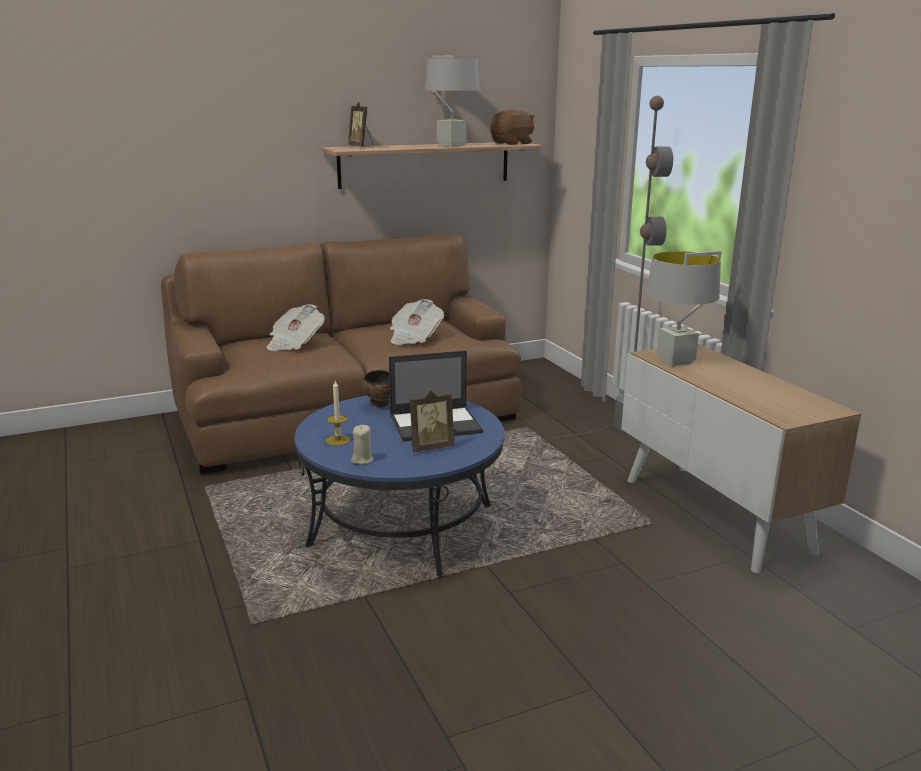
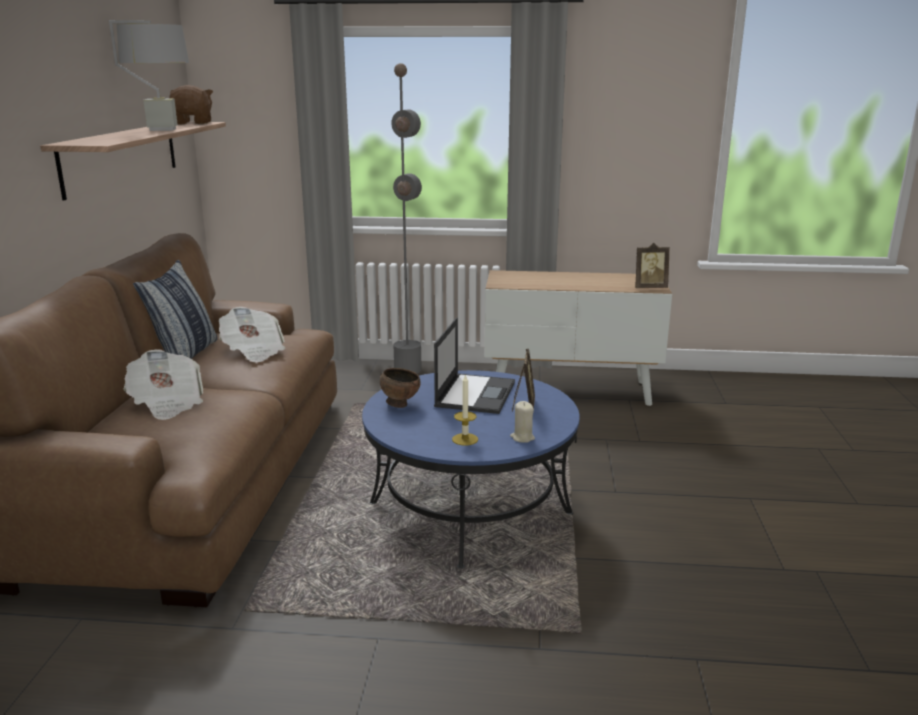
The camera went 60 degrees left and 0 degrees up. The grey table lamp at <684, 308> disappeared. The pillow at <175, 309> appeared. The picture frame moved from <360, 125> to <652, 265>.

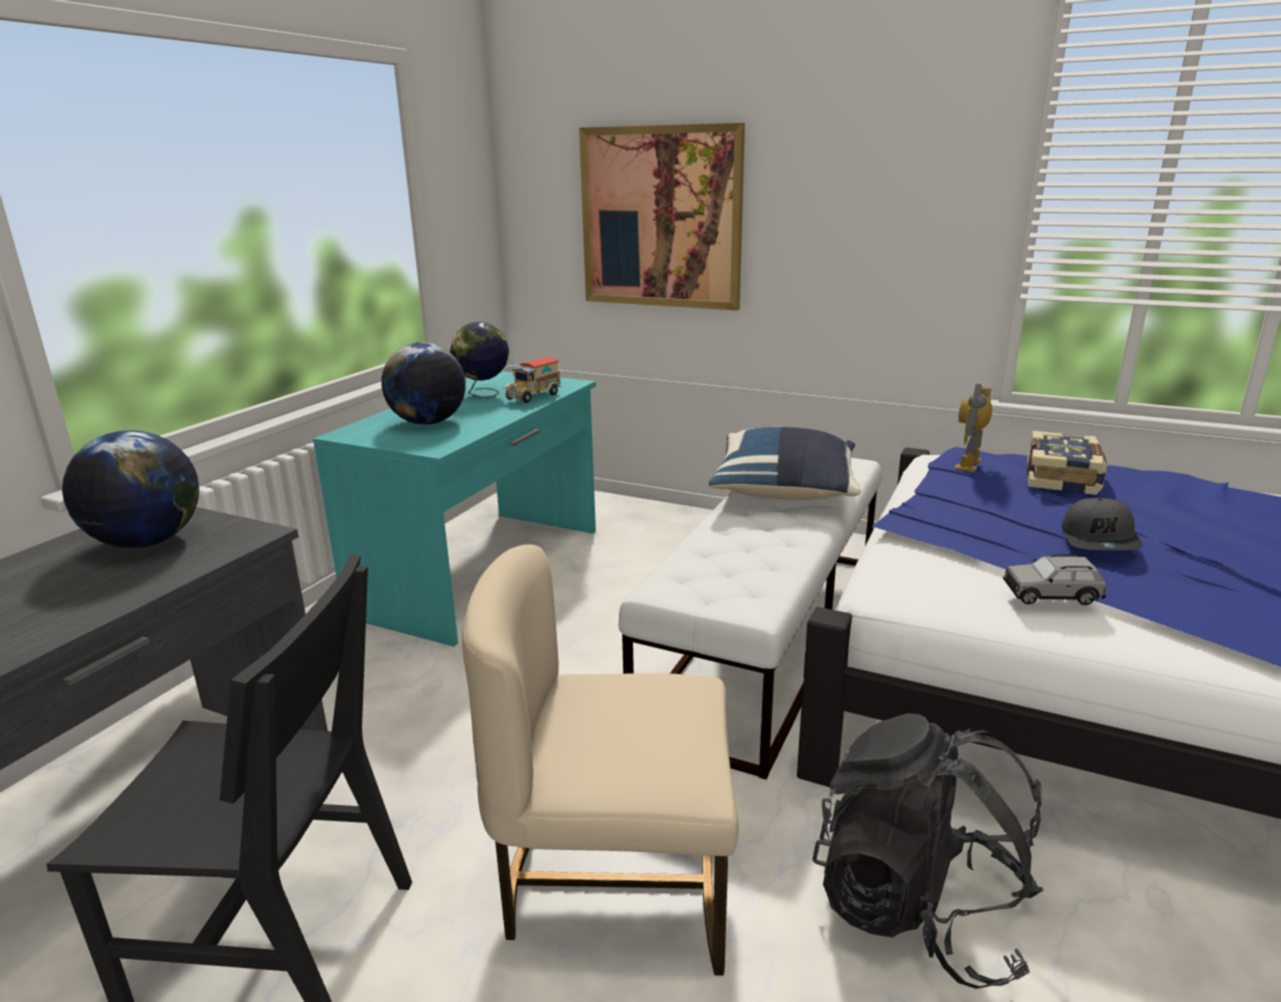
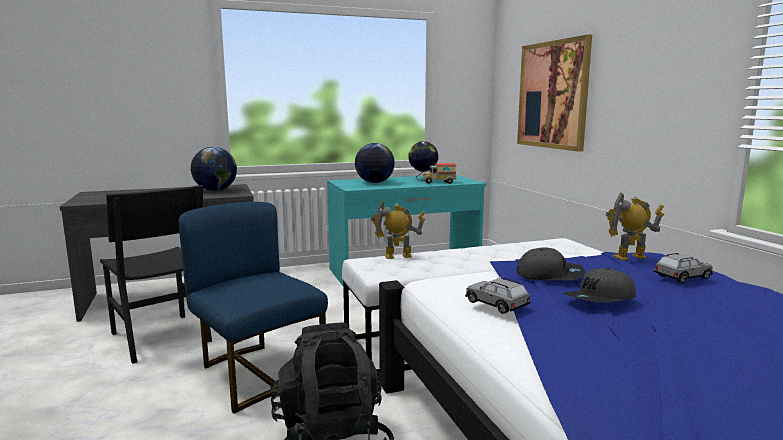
The camera went 45 degrees right and 10 degrees down. The blue pillow at <784, 463> disappeared. The toy robot at <398, 230> appeared. The grey cap at <551, 263> appeared. The book at <1067, 463> was replaced by the grey toy car at <683, 268>. The beige chair at <600, 760> became the blue chair at <253, 308>.

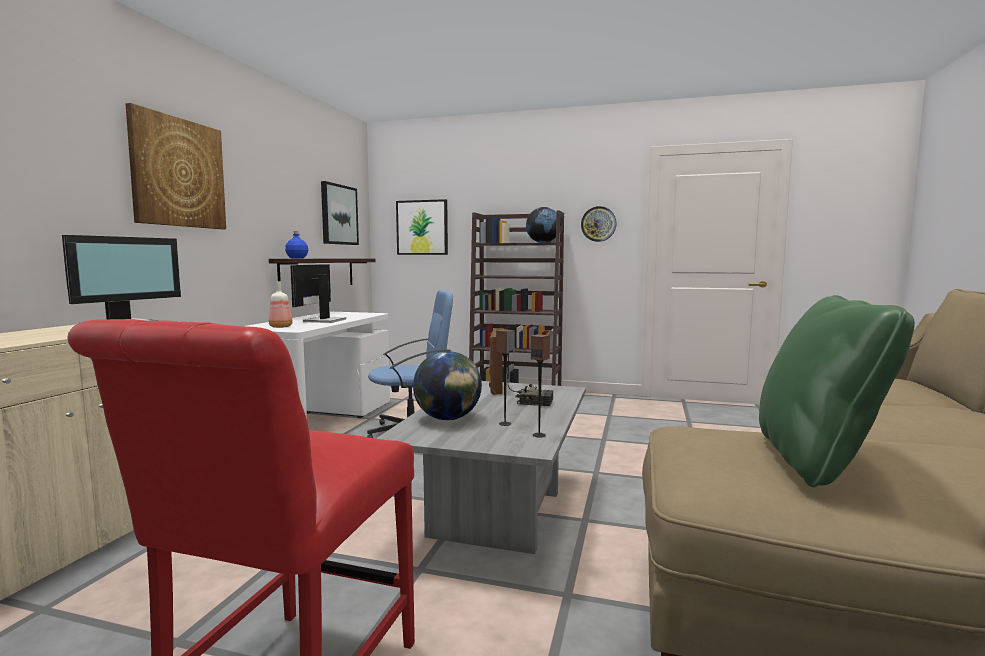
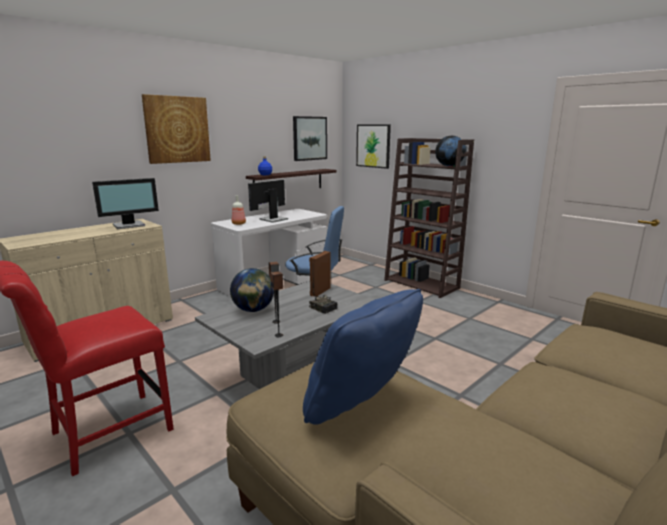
The camera went 30 degrees right and 10 degrees up. The wall clock at <599, 224> disappeared. The green pillow at <837, 391> became the blue pillow at <363, 357>.

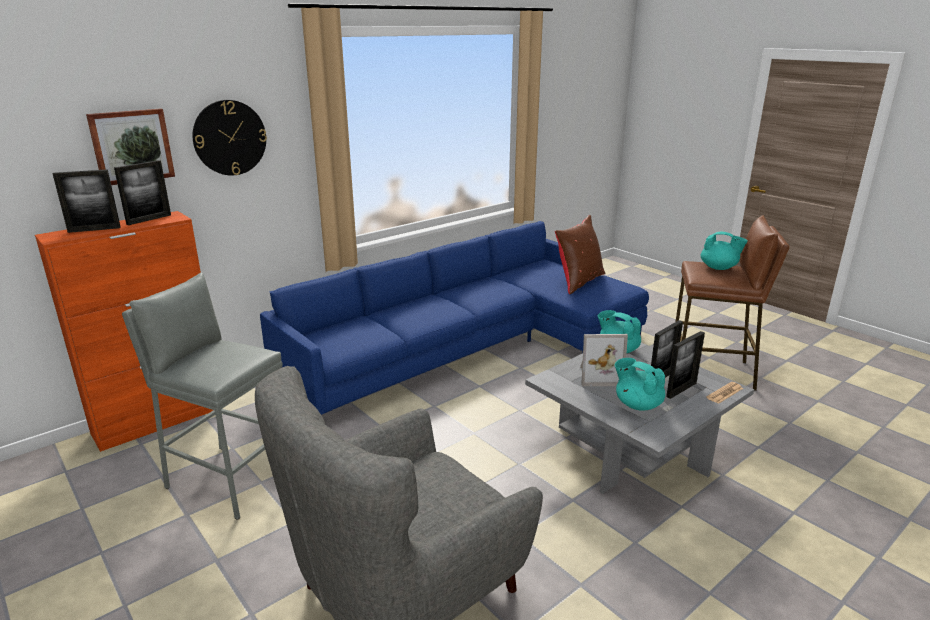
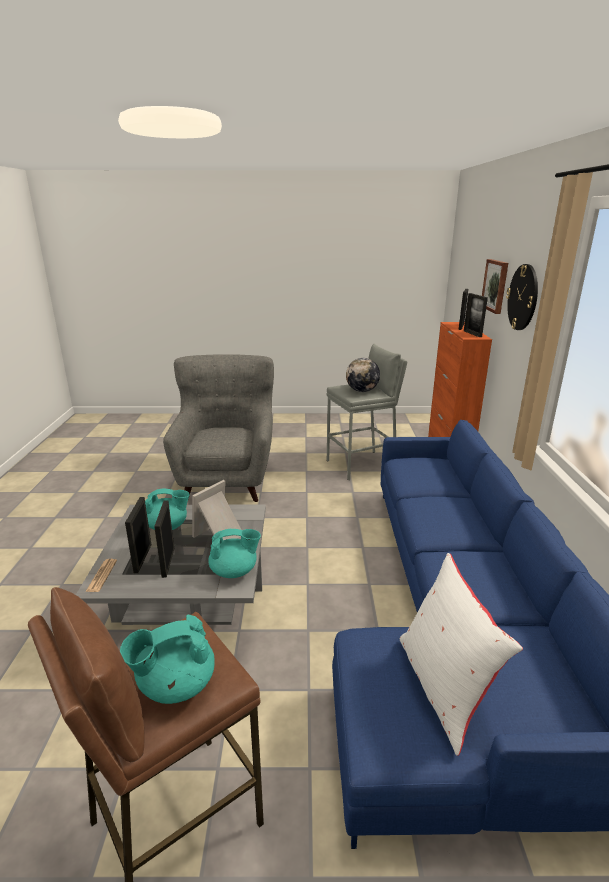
The camera went 130 degrees right and 0 degrees up. The globe at <363, 375> appeared. The brown pillow at <580, 254> became the white pillow at <461, 654>.

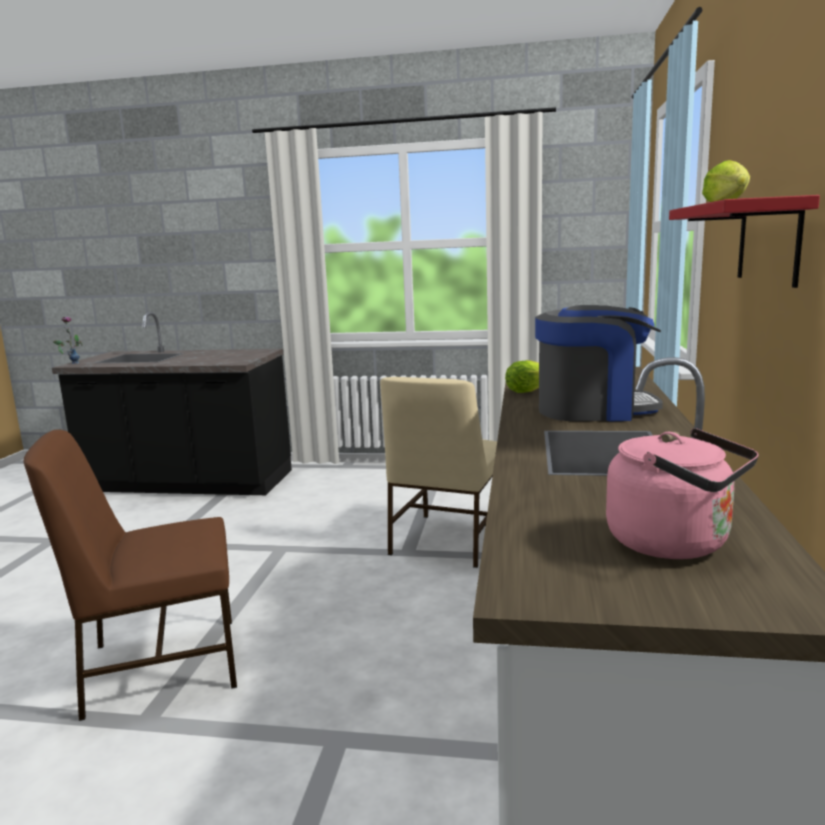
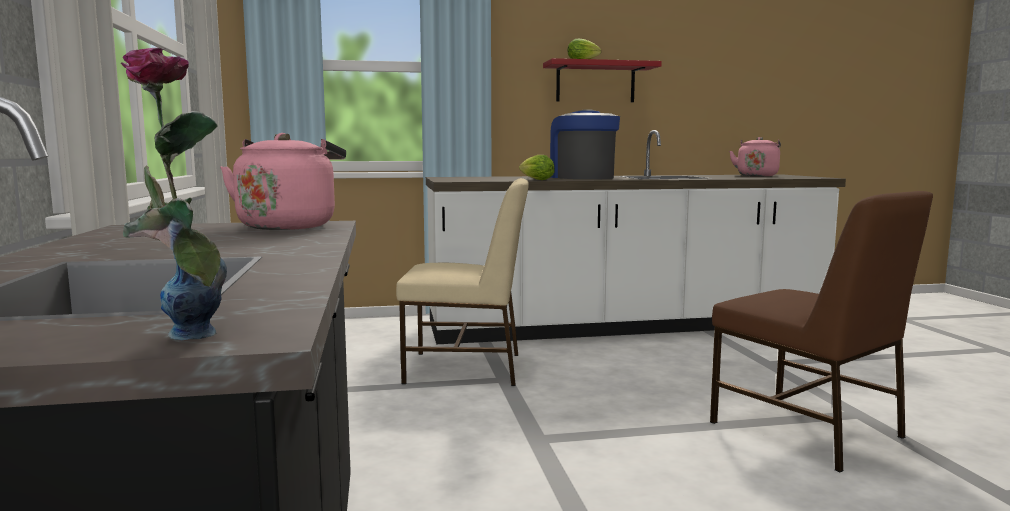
The camera went 110 degrees left and 5 degrees down. The pink kettle at <283, 181> appeared.

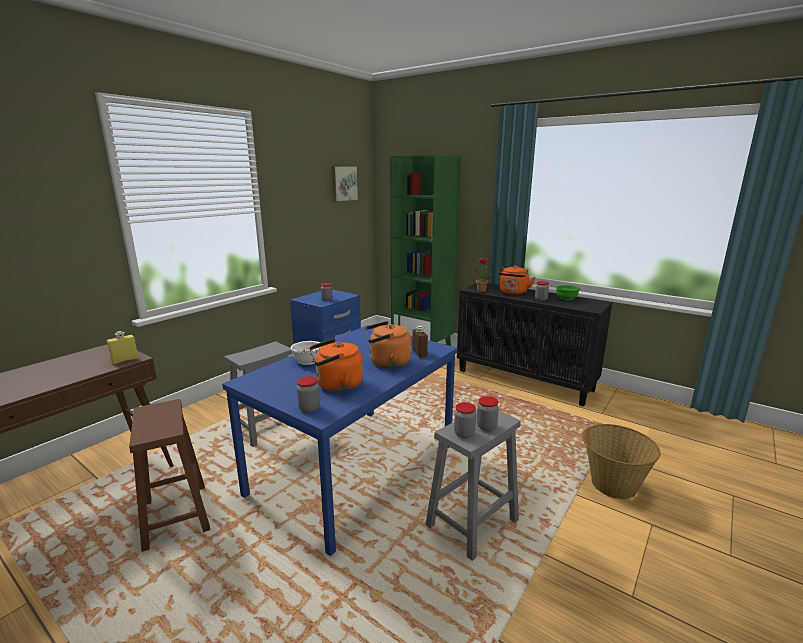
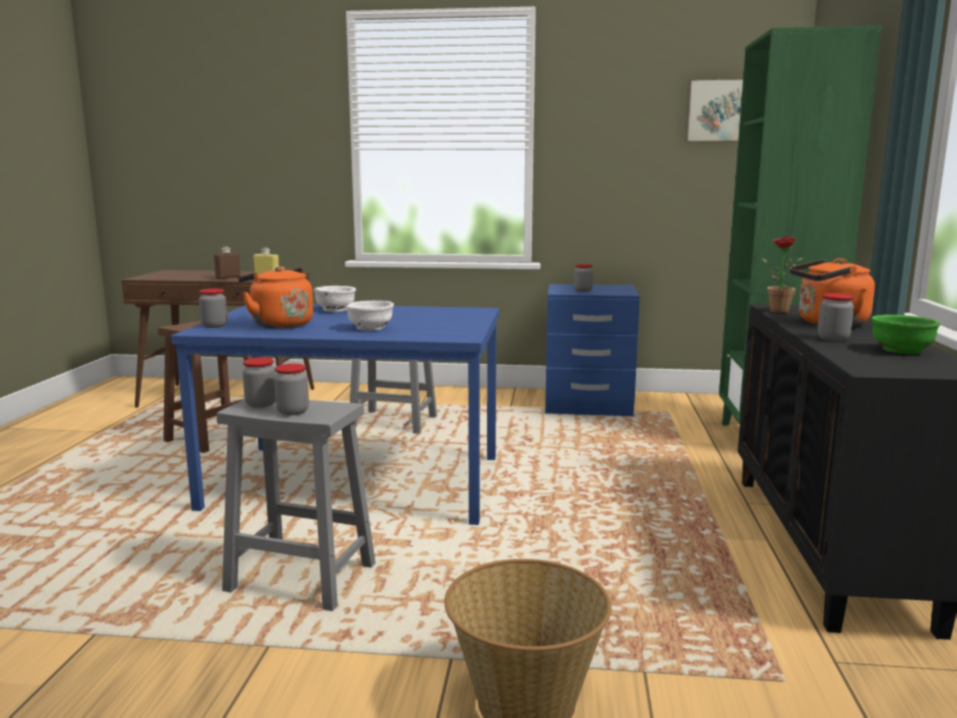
The camera went 60 degrees right and 5 degrees down. The brown bottle moved from <420, 342> to <227, 263>. The orange kettle at <388, 344> was replaced by the white bowl at <370, 315>.

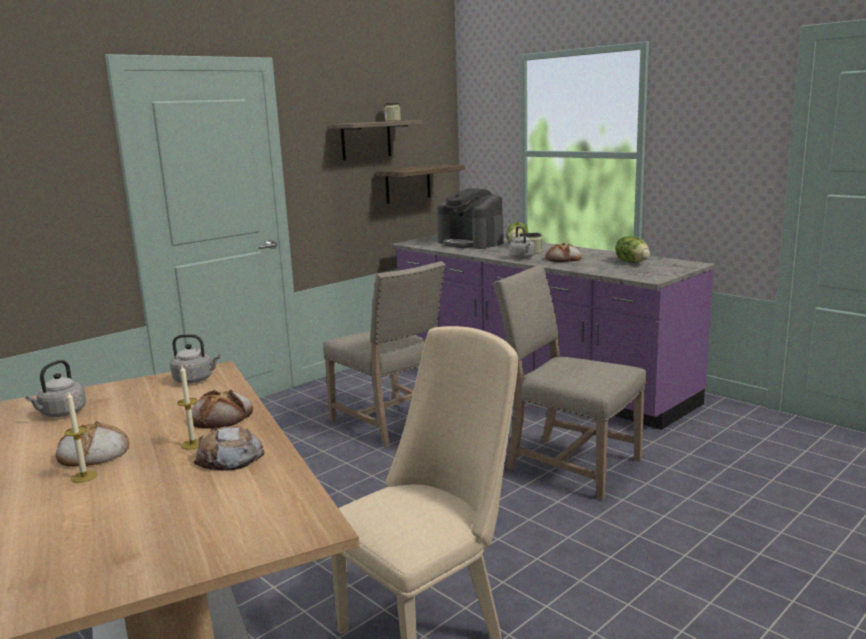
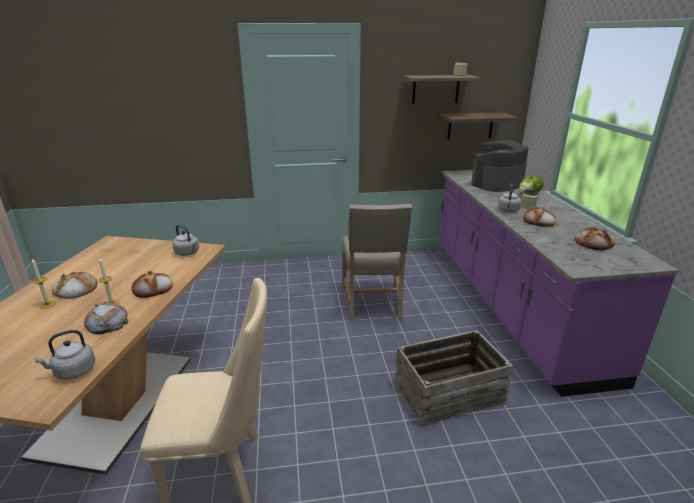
The camera went 35 degrees right and 10 degrees up. The grey kettle moved from <55, 388> to <64, 355>. The beige chair at <570, 382> was replaced by the crate at <454, 378>. The lettuce at <632, 249> was replaced by the bread at <595, 238>. The coffee machine at <470, 218> turned 60 degrees clockwise.

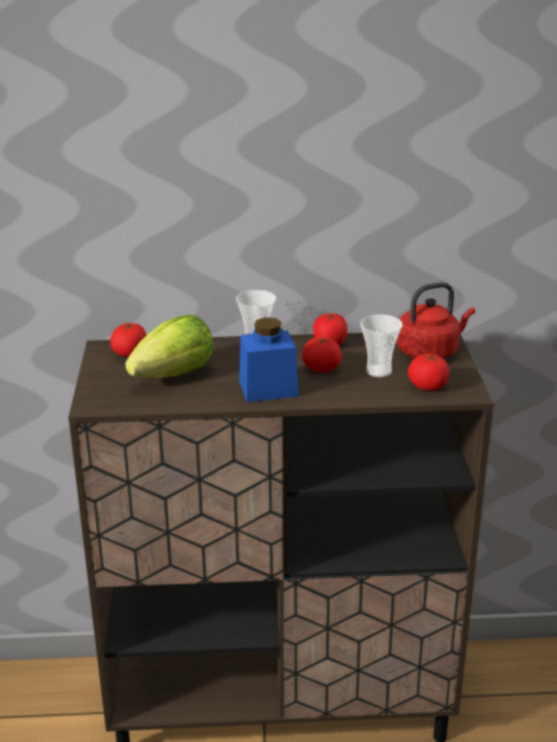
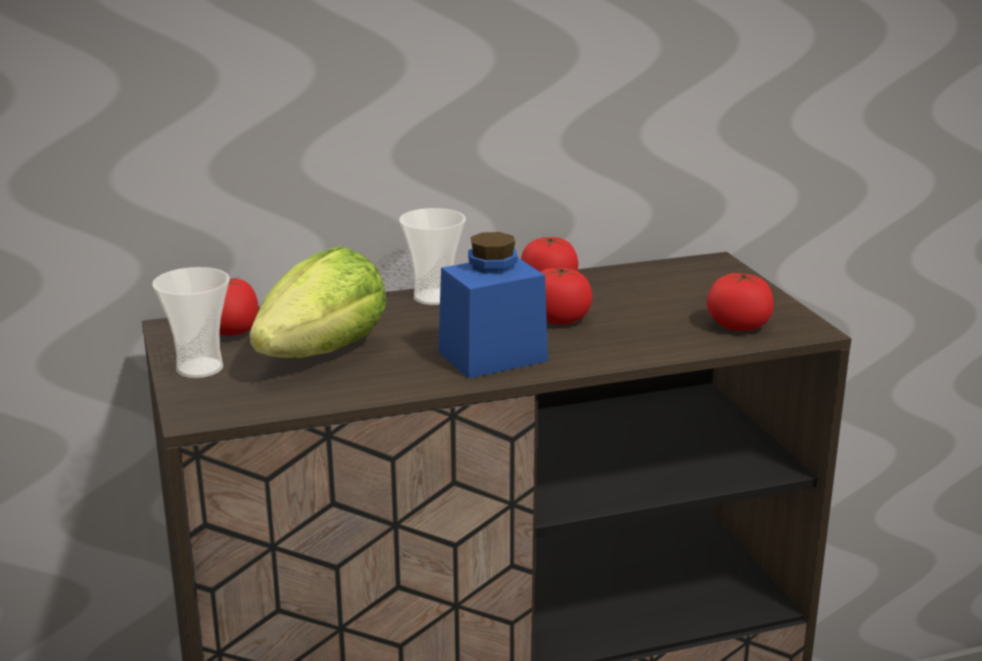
The camera went 15 degrees left and 5 degrees down. The red kettle at <436, 320> disappeared. The cup moved from <381, 345> to <191, 322>.

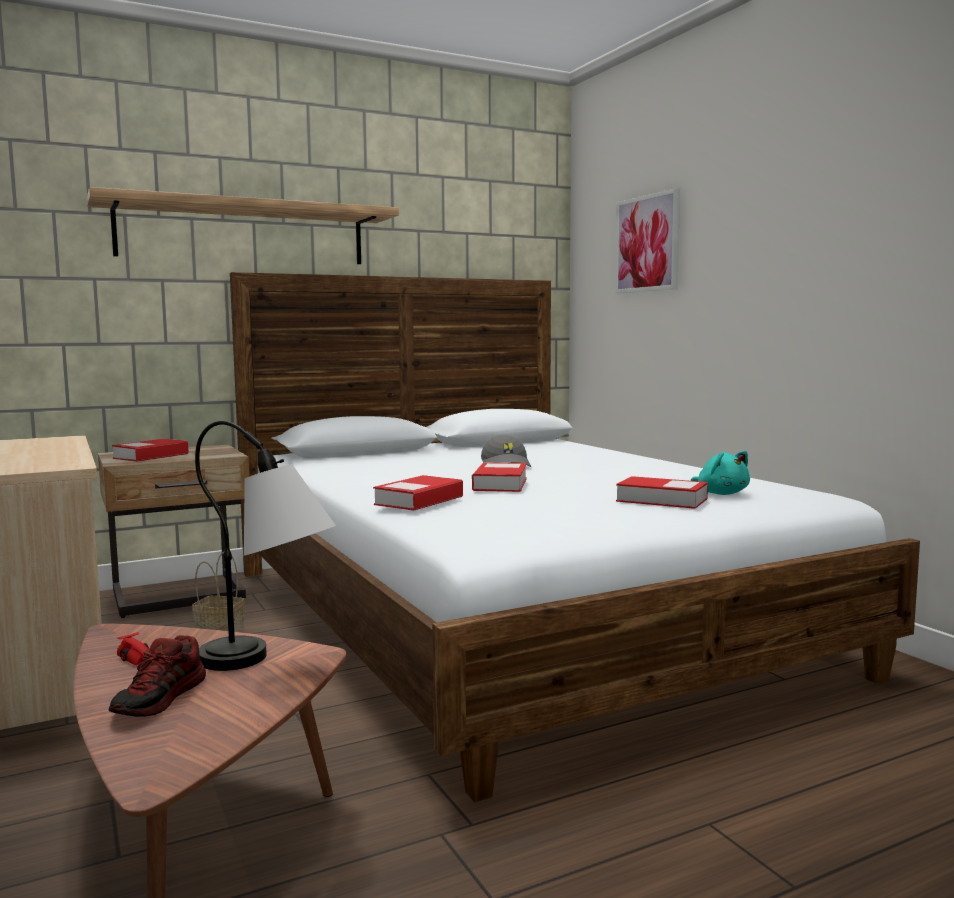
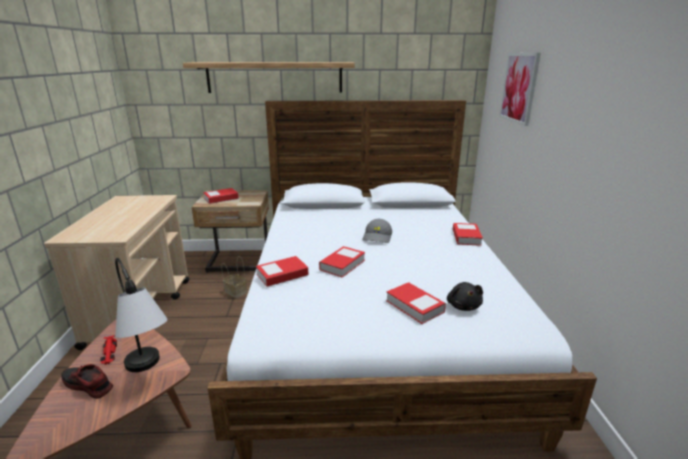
The camera went 25 degrees right and 15 degrees up. The book at <468, 234> appeared. The turquoise plush toy at <720, 473> became the black plush toy at <465, 296>. The shoe at <157, 676> turned 75 degrees clockwise.

